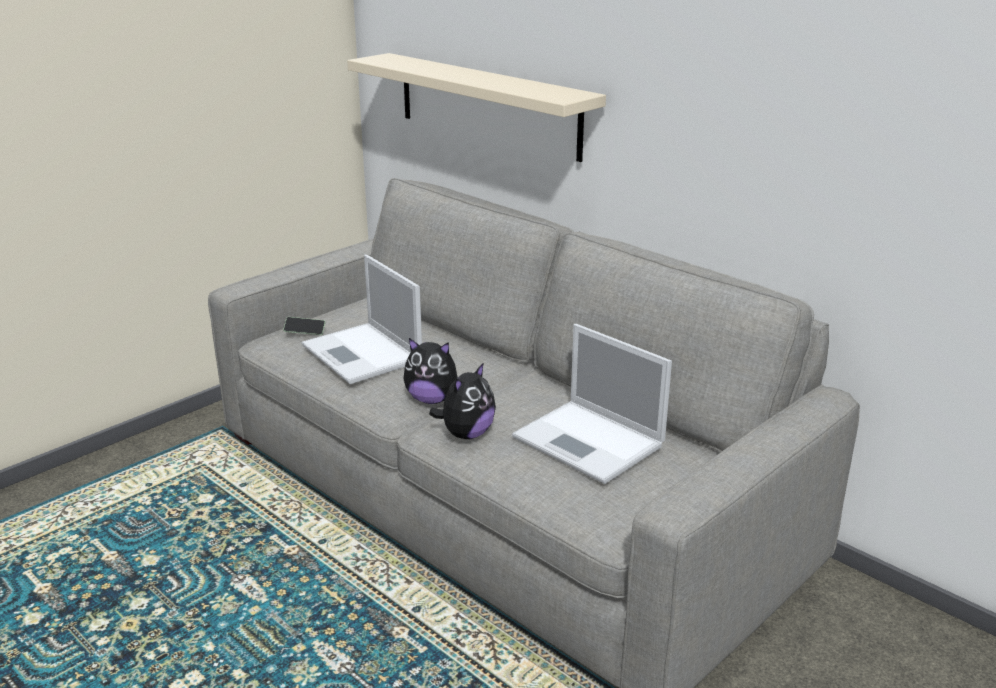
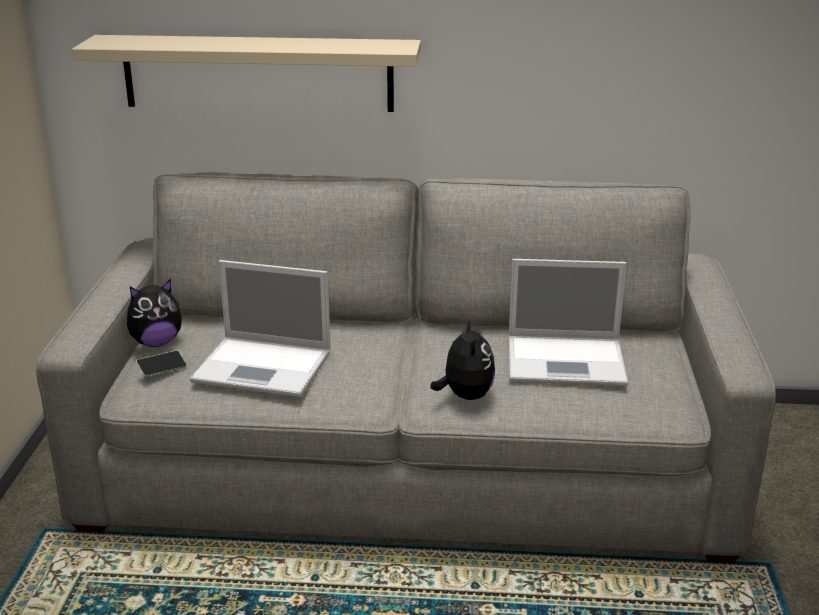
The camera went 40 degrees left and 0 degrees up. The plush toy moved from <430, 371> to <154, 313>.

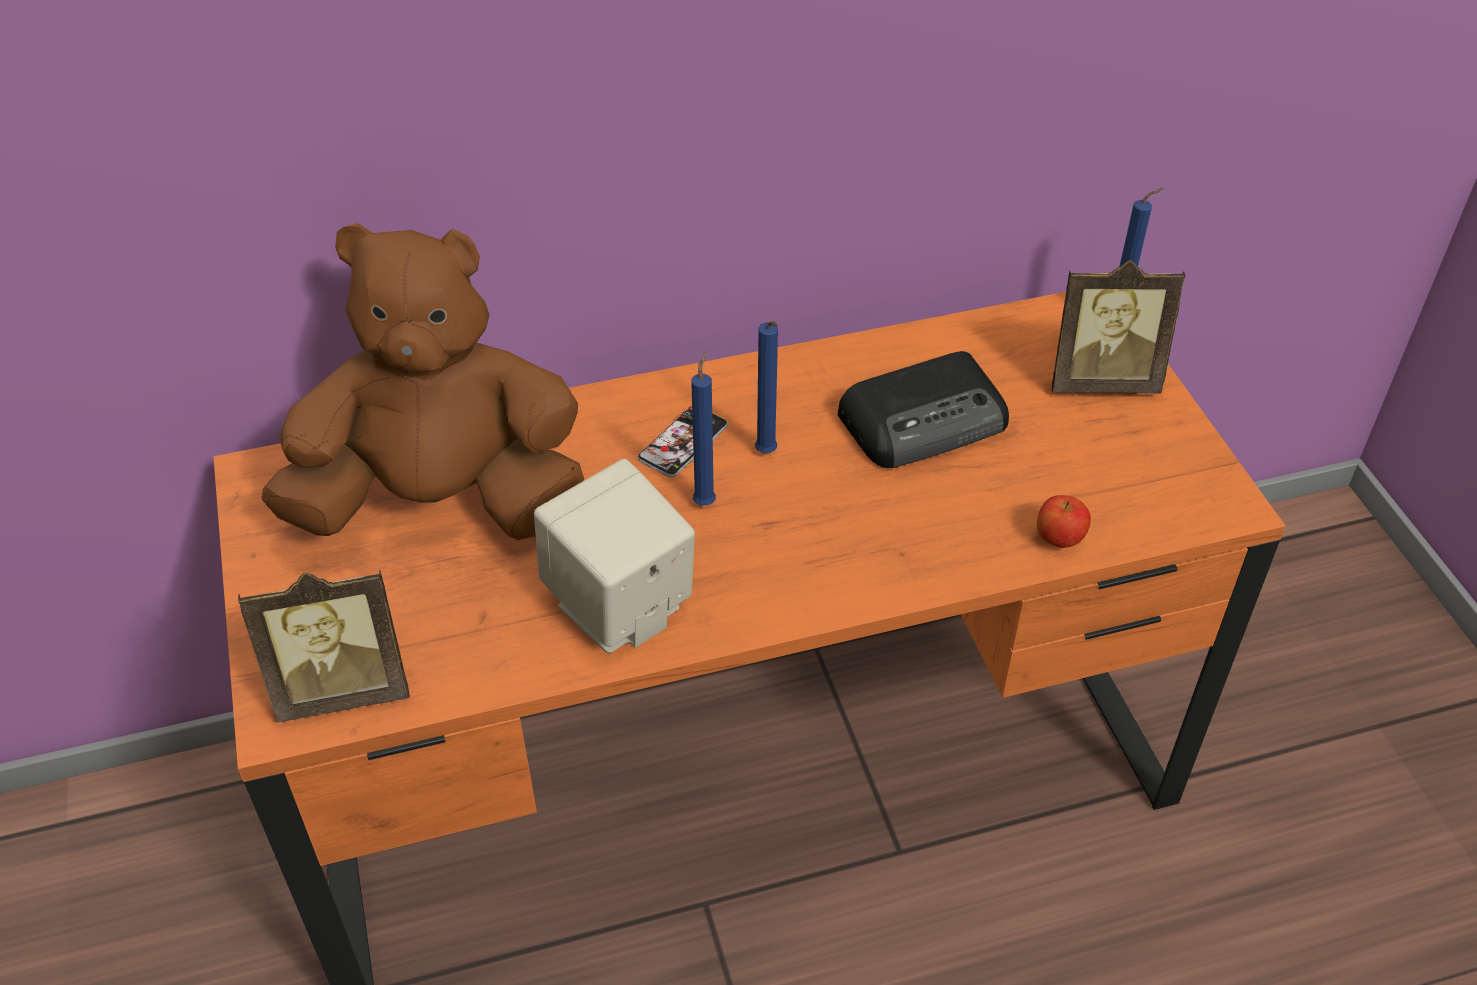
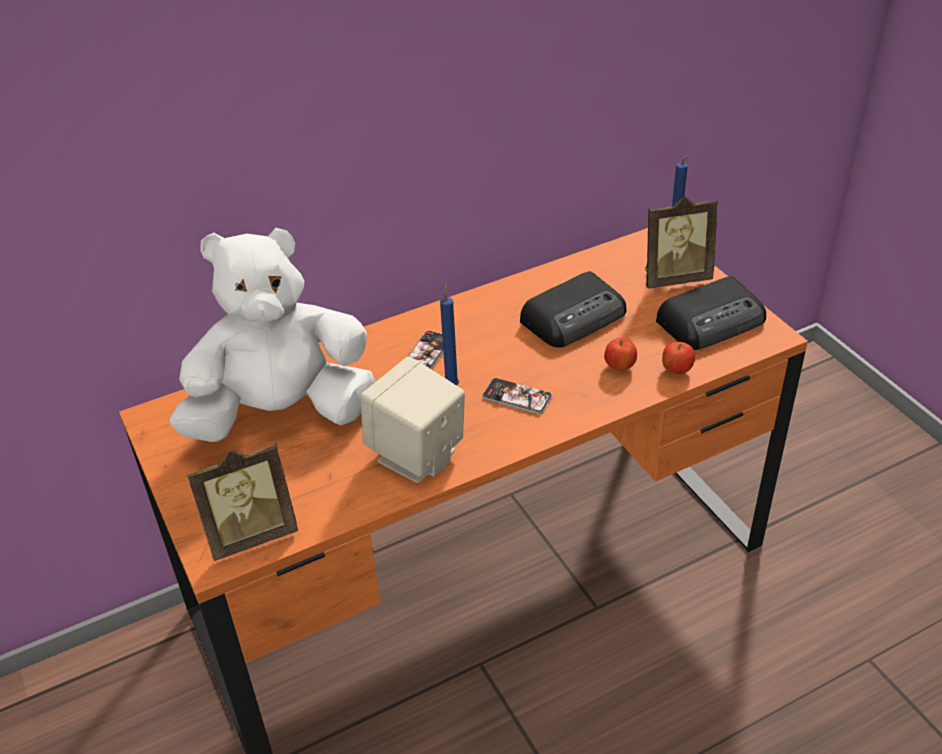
The camera went 10 degrees left and 5 degrees down. The blue candle at <766, 387> disappeared. The phone at <517, 396> appeared. The apple at <620, 354> appeared. The radio at <711, 313> appeared. The brown plush toy at <423, 381> became the white plush toy at <273, 335>.

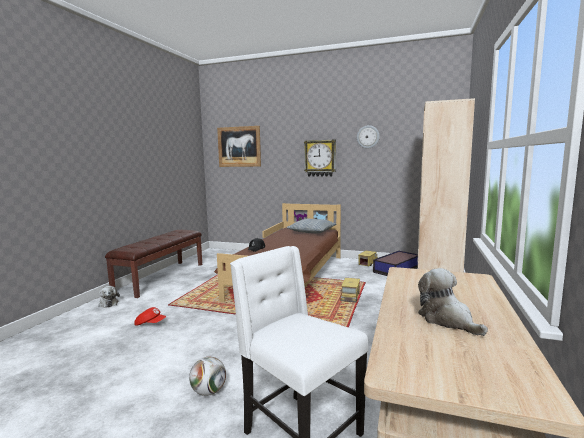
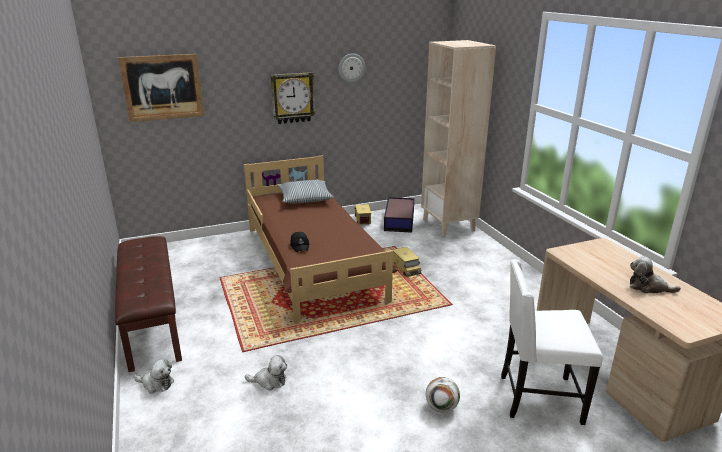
The camera went 40 degrees left and 15 degrees up. The red cap at <150, 316> was replaced by the plush toy at <266, 373>.

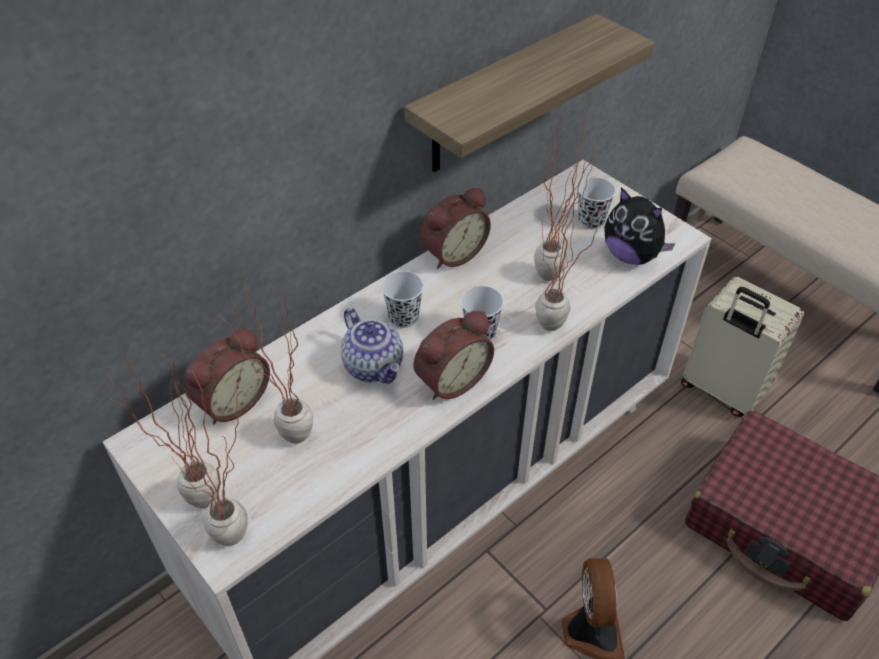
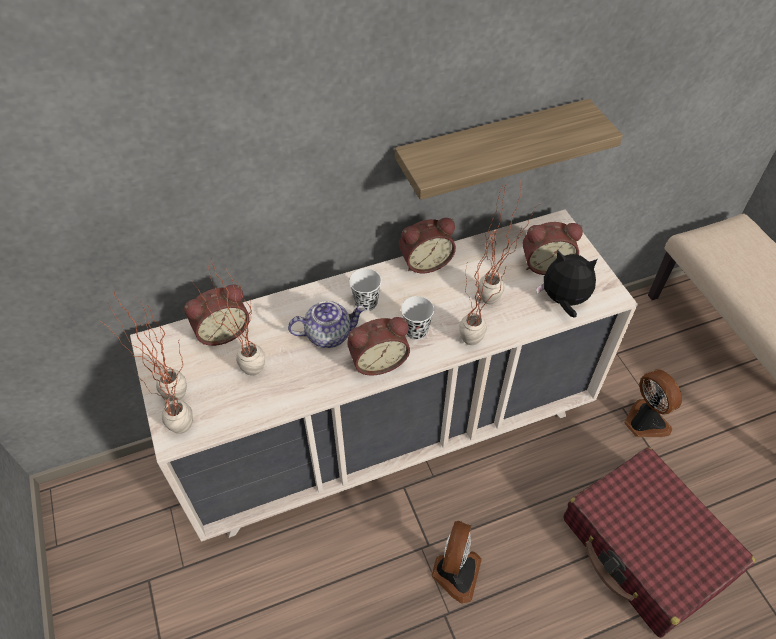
The camera went 20 degrees right and 5 degrees up. The white cup at <597, 203> was replaced by the alarm clock at <553, 248>. The beige suitcase at <742, 346> was replaced by the fan at <653, 403>. The teapot at <372, 346> turned 90 degrees counterclockwise. The plush toy at <639, 226> turned 135 degrees clockwise.

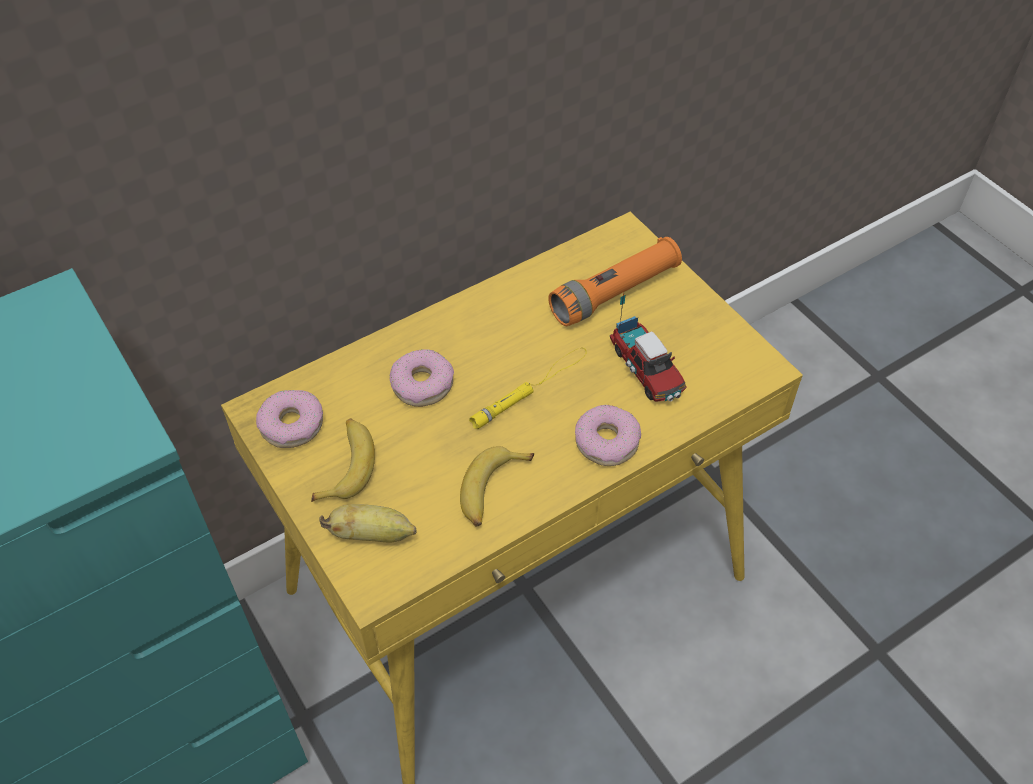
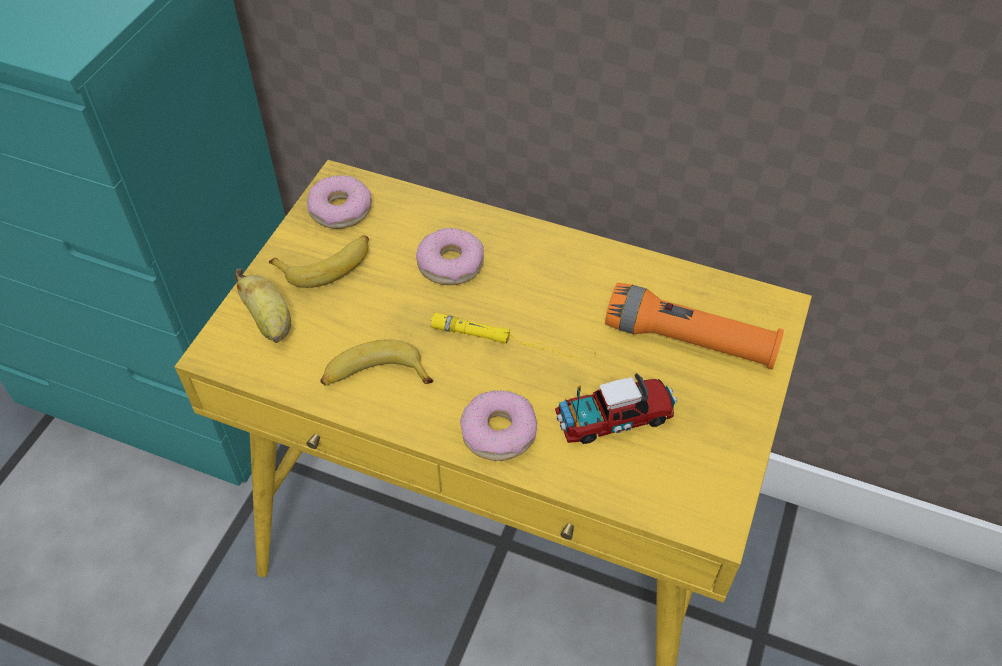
The camera went 55 degrees right and 0 degrees up. The toy truck at <648, 347> turned 135 degrees counterclockwise.

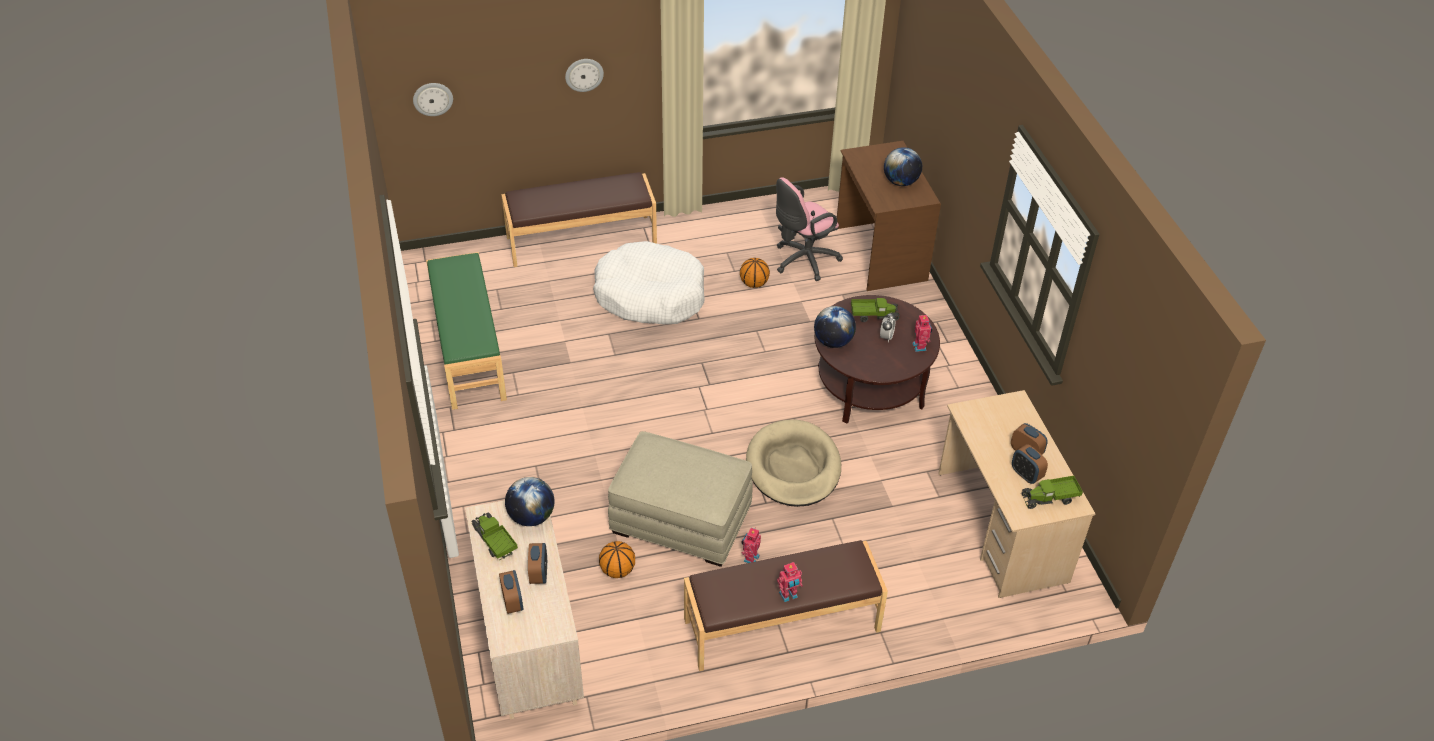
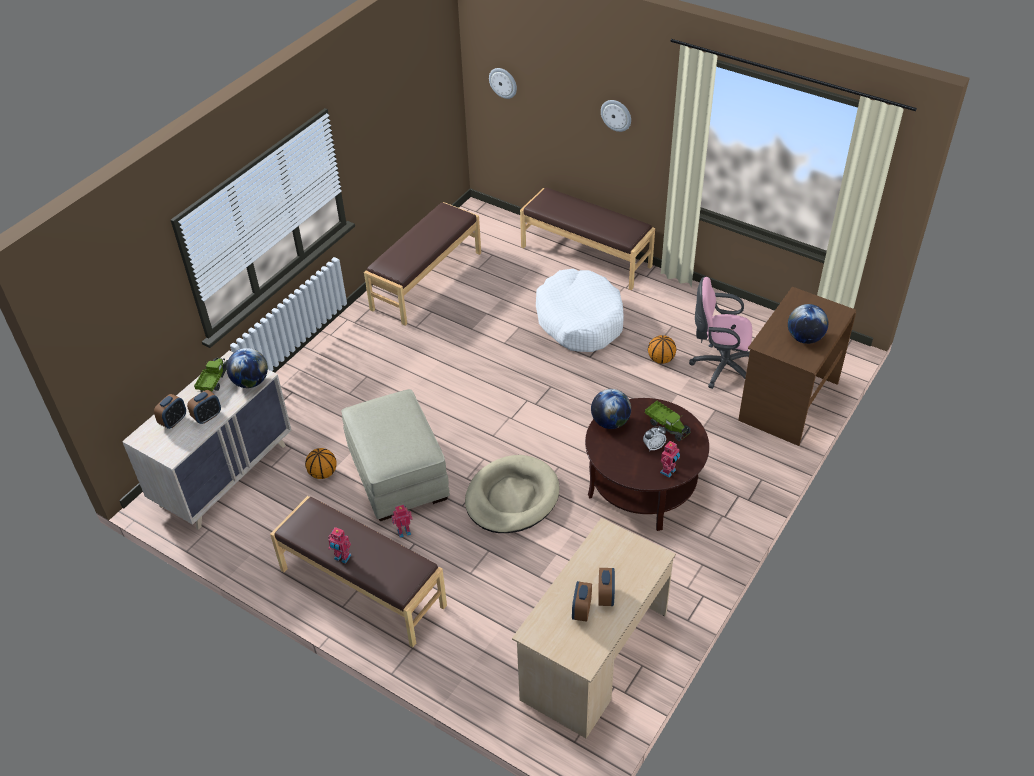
The camera went 50 degrees right and 0 degrees up. The toy truck at <1052, 492> disappeared. The green bench at <466, 331> became the brown bench at <422, 264>.

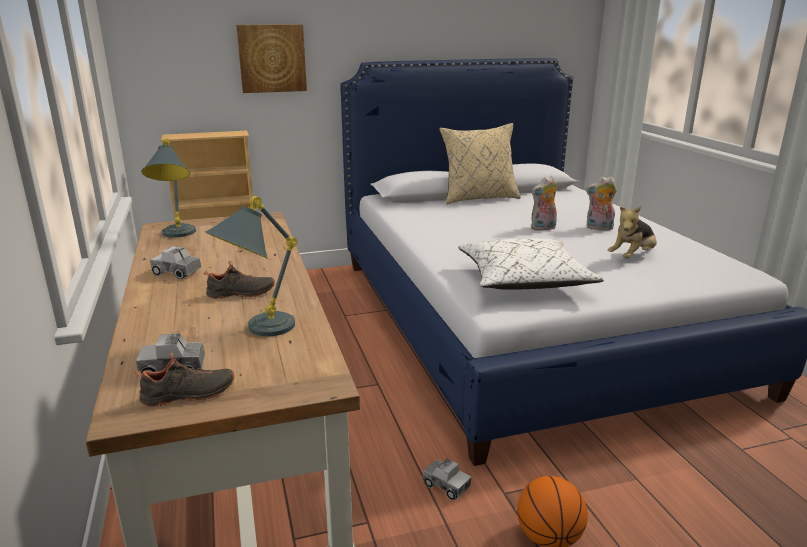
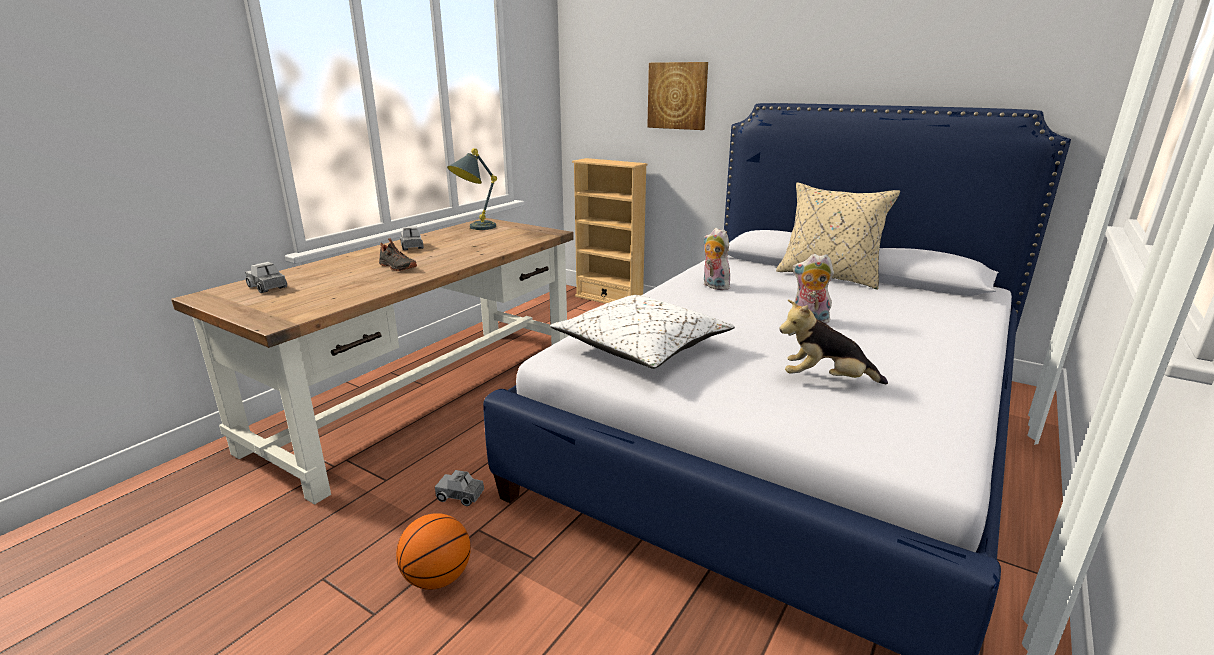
The camera went 50 degrees right and 0 degrees up. The black shoe at <184, 380> disappeared. The grey table lamp at <251, 266> disappeared. The plush toy moved from <601, 203> to <717, 259>. The toy truck at <447, 479> turned 105 degrees clockwise.

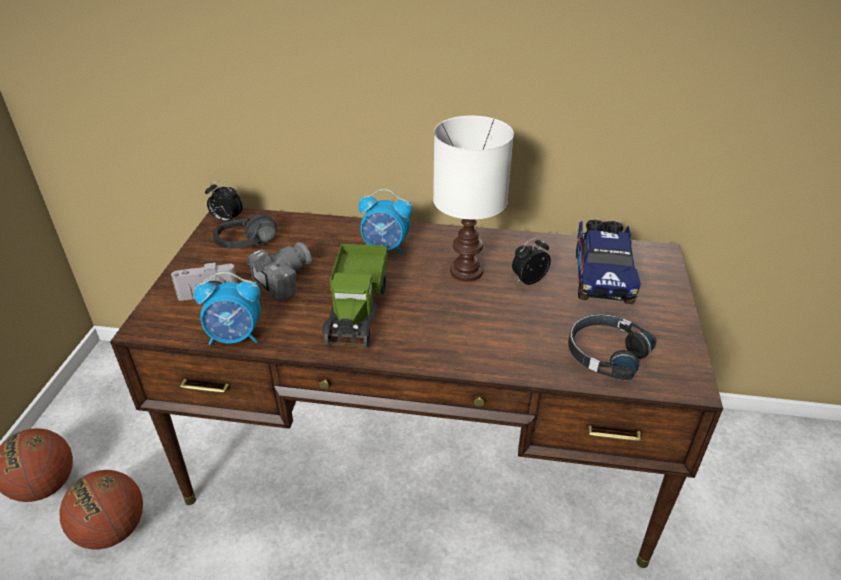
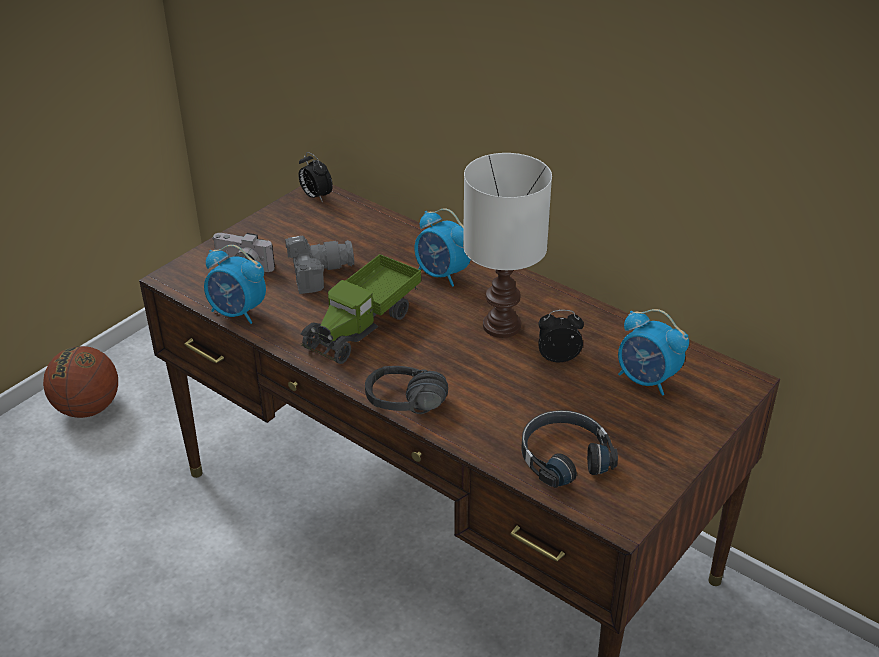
The camera went 30 degrees right and 0 degrees up. The basketball at <101, 510> disappeared. The black headphones moved from <245, 232> to <406, 390>. The toy truck at <608, 261> was replaced by the alarm clock at <653, 352>.

